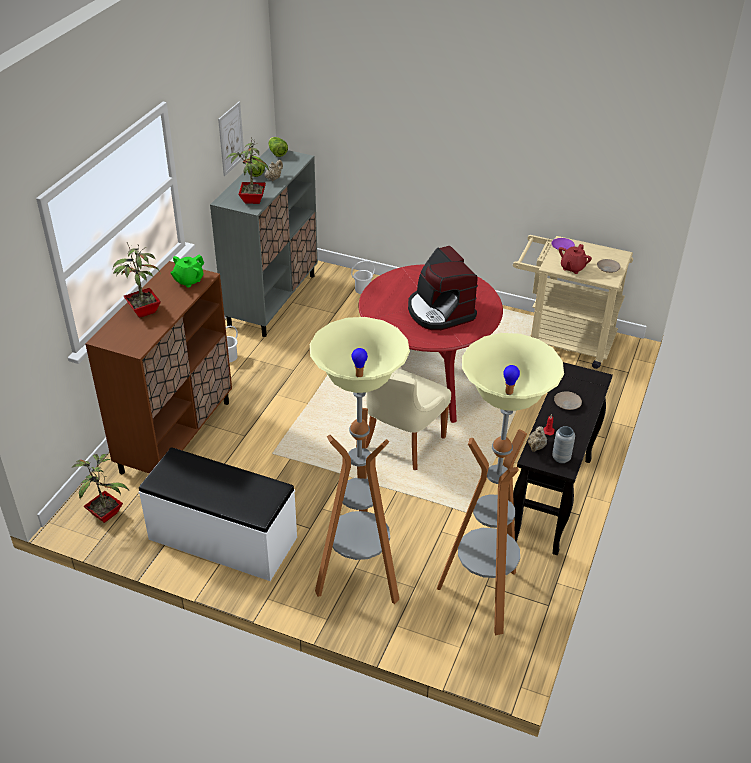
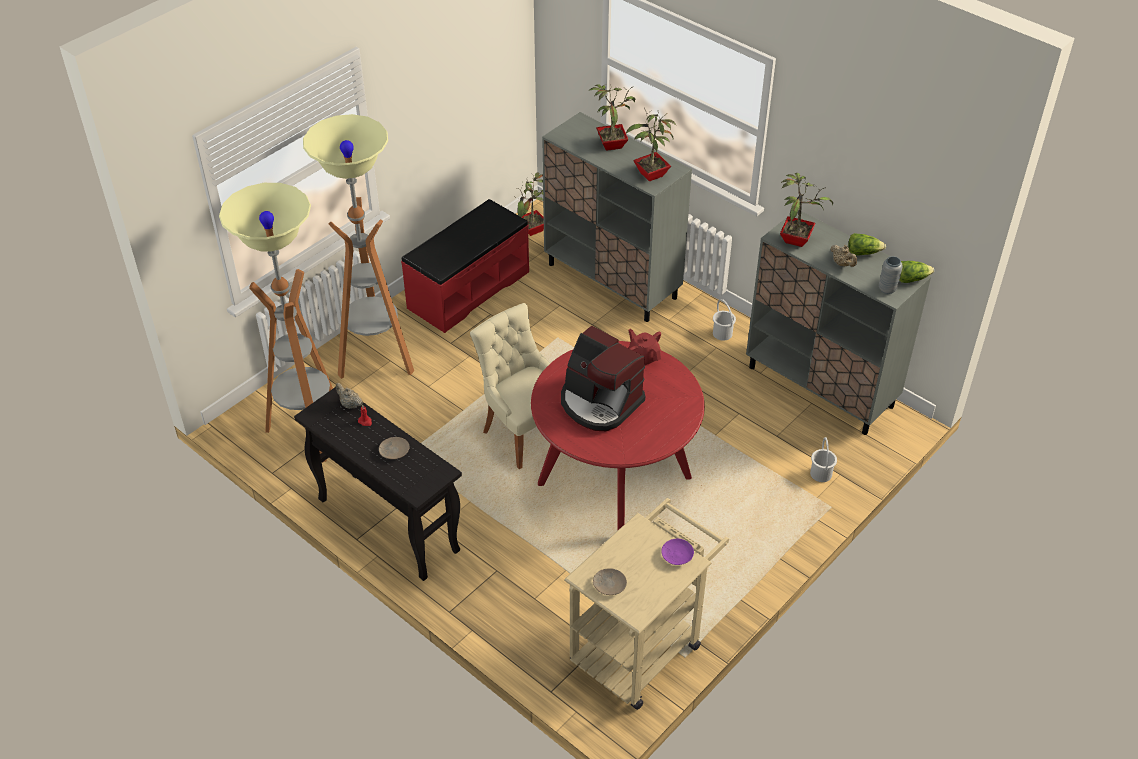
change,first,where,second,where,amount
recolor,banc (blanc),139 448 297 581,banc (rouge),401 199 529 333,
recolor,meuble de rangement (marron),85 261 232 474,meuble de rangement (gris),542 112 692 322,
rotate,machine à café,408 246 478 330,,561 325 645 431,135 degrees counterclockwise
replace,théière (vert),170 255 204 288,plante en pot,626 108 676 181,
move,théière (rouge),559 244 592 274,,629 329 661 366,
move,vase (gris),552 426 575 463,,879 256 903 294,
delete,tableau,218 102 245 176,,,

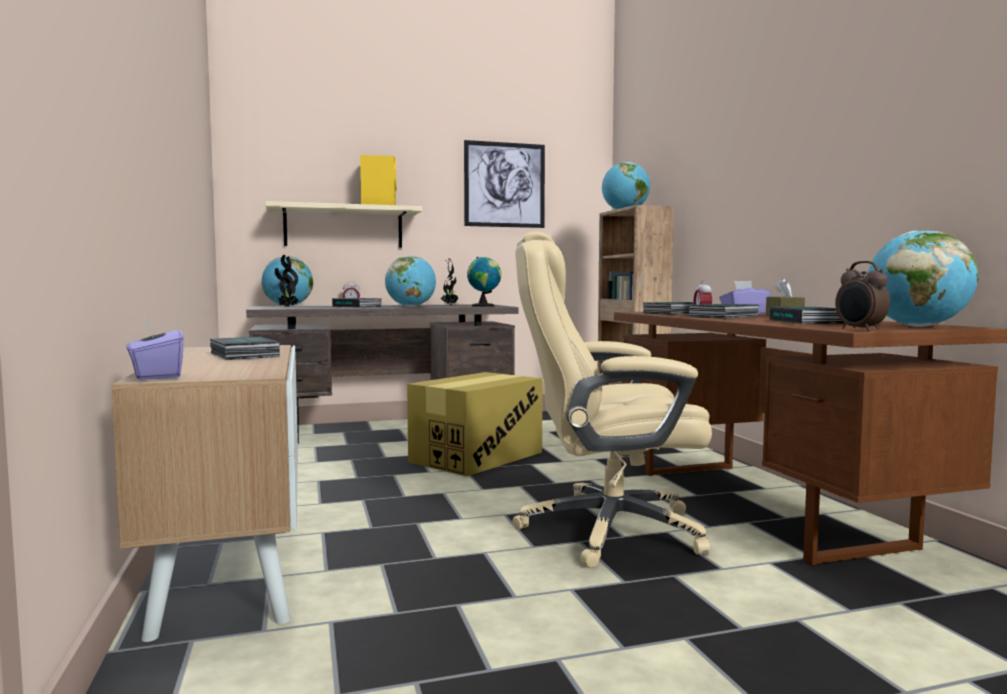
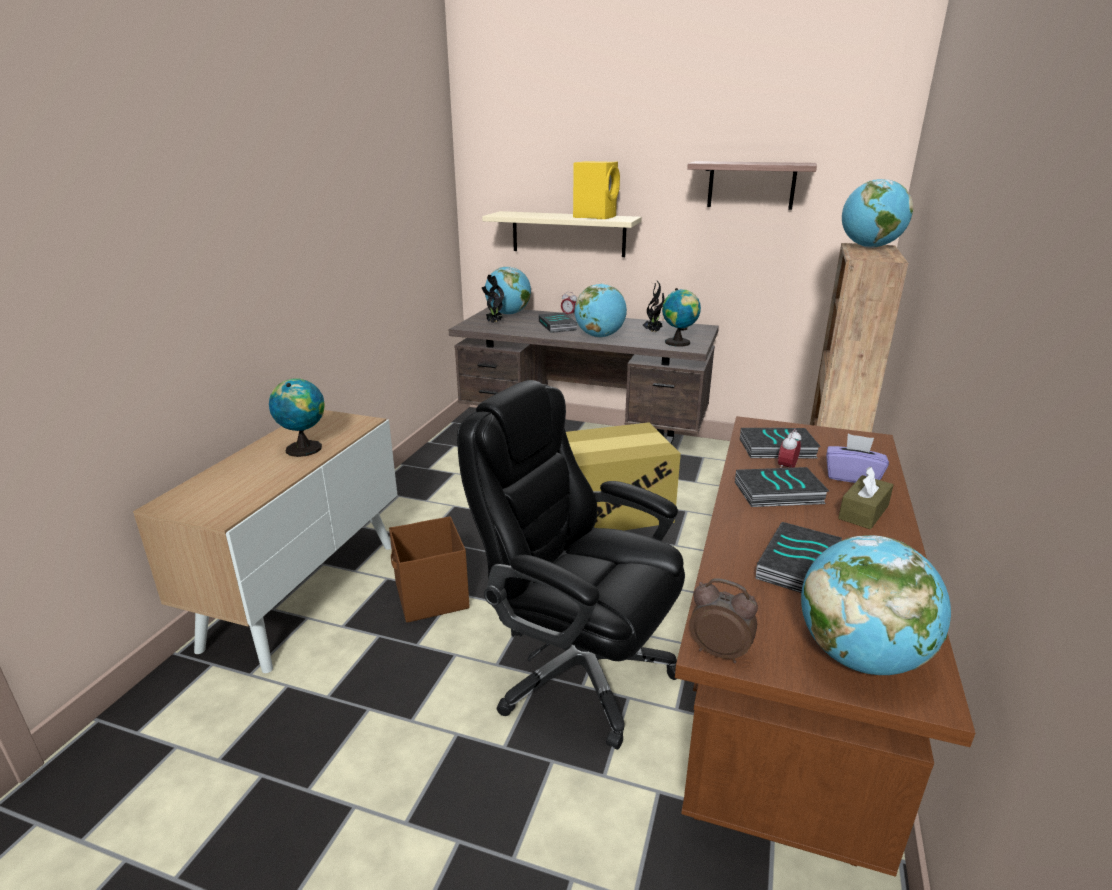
change,first,where,second,where,amount
replace,livre,210 337 280 360,globe,269 378 325 457,
insert,,,boîte de rangement (marron),389 516 469 623,
recolor,chaise de bureau (beige),512 231 712 568,chaise de bureau (noir),457 380 685 750,
replace,tableau,464 140 545 228,étagère,687 161 817 210,
rotate,réveil,835 261 890 331,,689 578 758 663,105 degrees clockwise
delete,boîte à mouchoirs (violet),126 317 184 380,,,

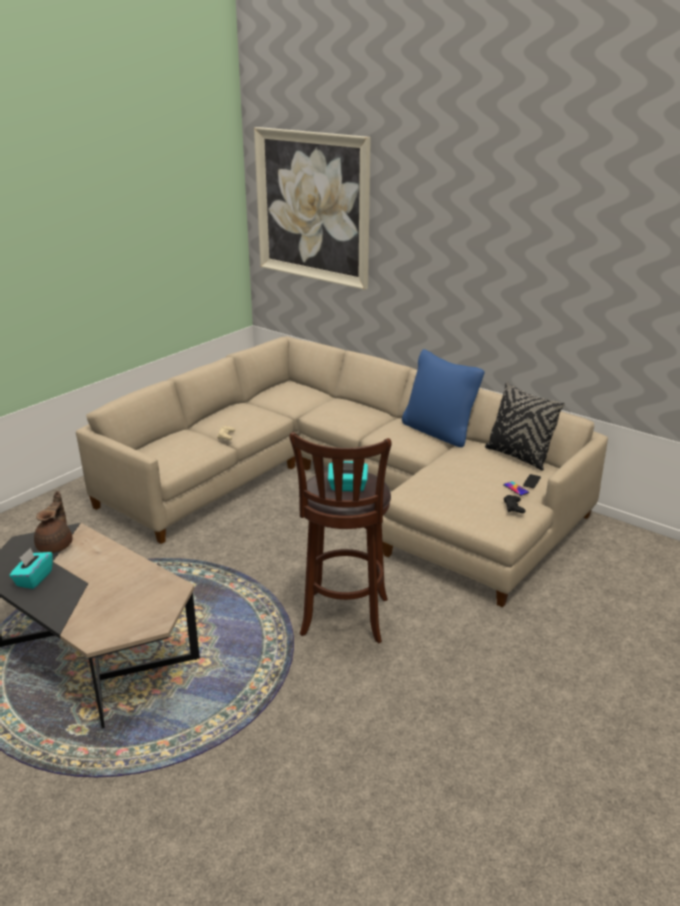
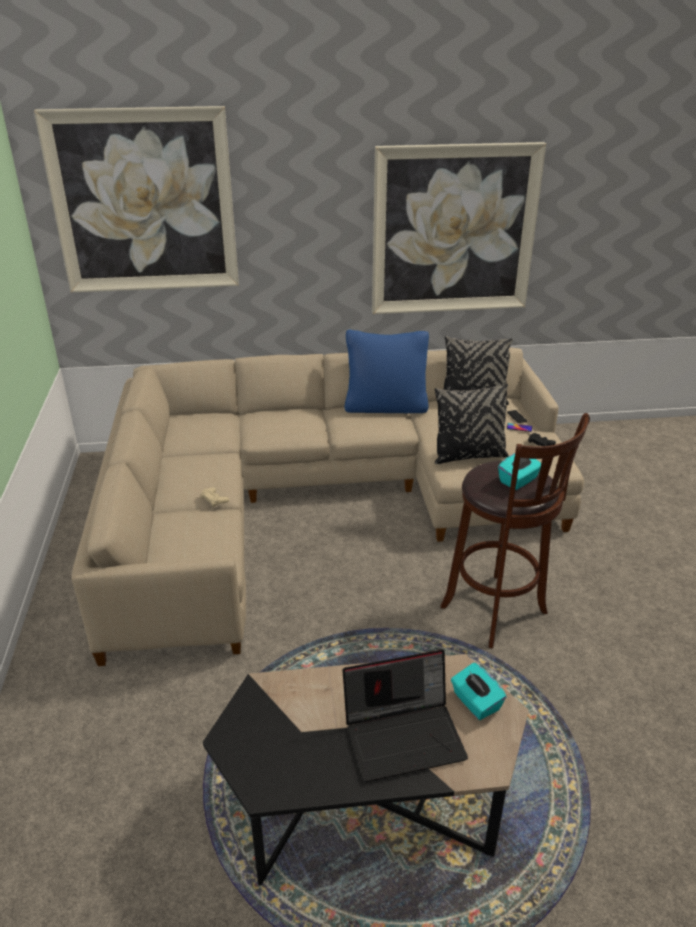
change,first,where,second,where,amount
insert,,,ordinateur portable,343 650 468 782,
insert,,,tableau,372 142 546 314,
insert,,,coussin (noir),435 384 509 464,
move,boîte à mouchoirs (turquoise),10 548 53 589,,451 663 507 720,
delete,théière (marron),34 491 72 553,,,

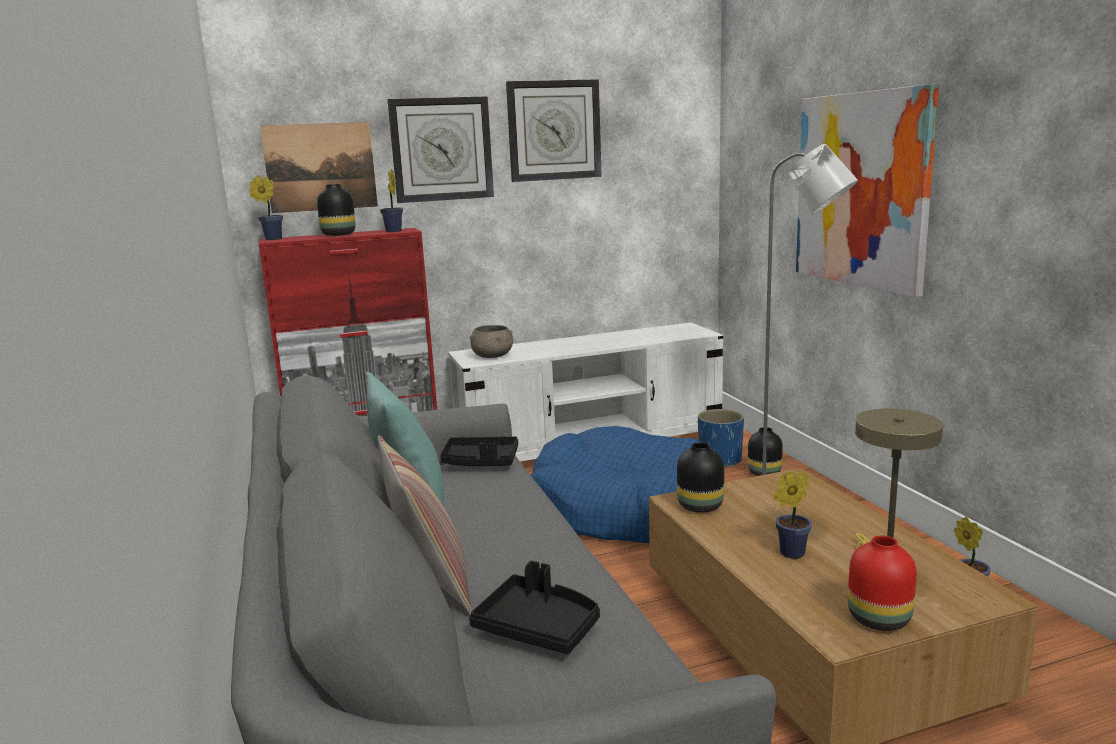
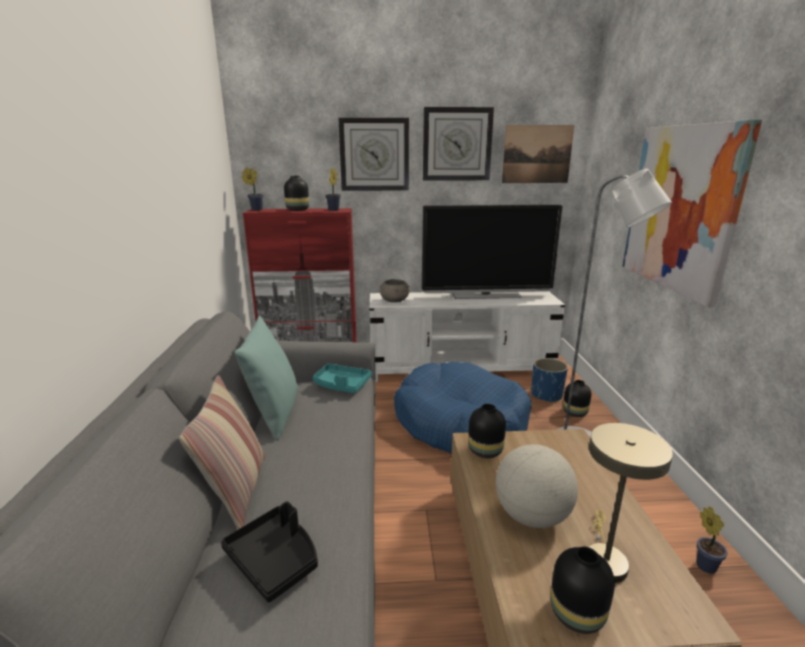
change,first,where,second,where,amount
recolor,plateau (noir),440 436 518 466,plateau (turquoise),313 363 372 393,
insert,,,téléviseur,422 205 563 299,
replace,plante en pot,774 471 812 559,globe,496 444 578 528,
move,tableau,260 122 378 213,,502 125 574 183,
recolor,vase (rouge),848 535 917 631,vase (noir),550 547 615 634,

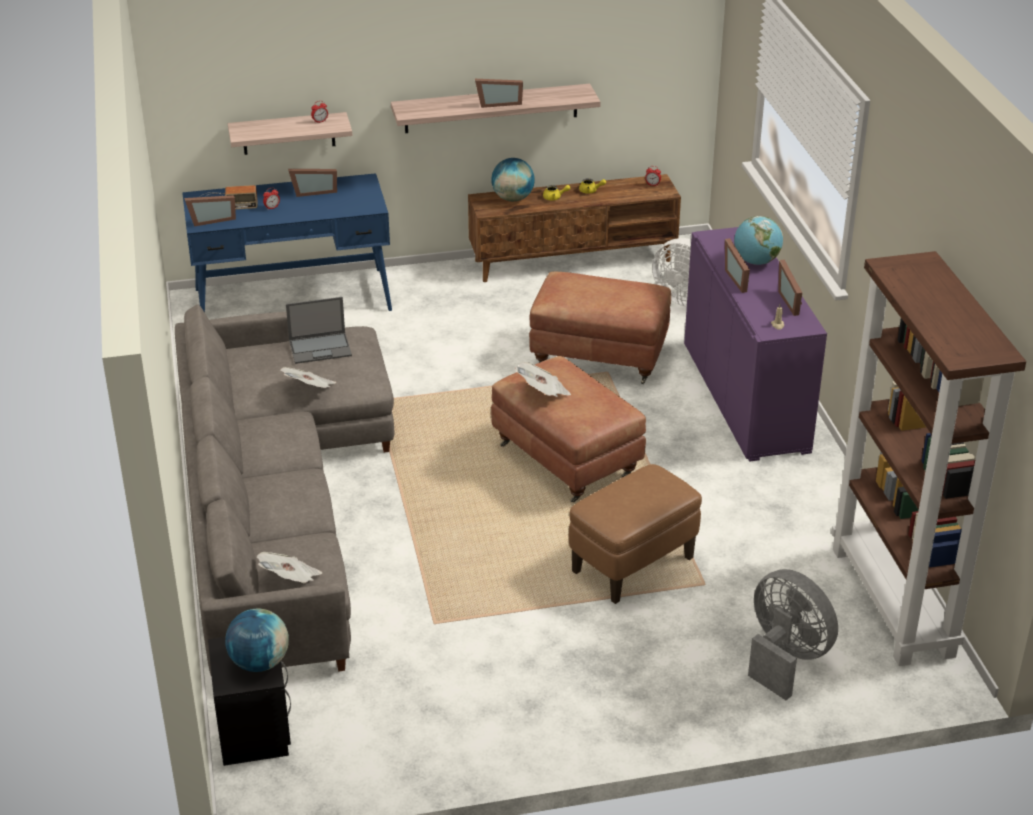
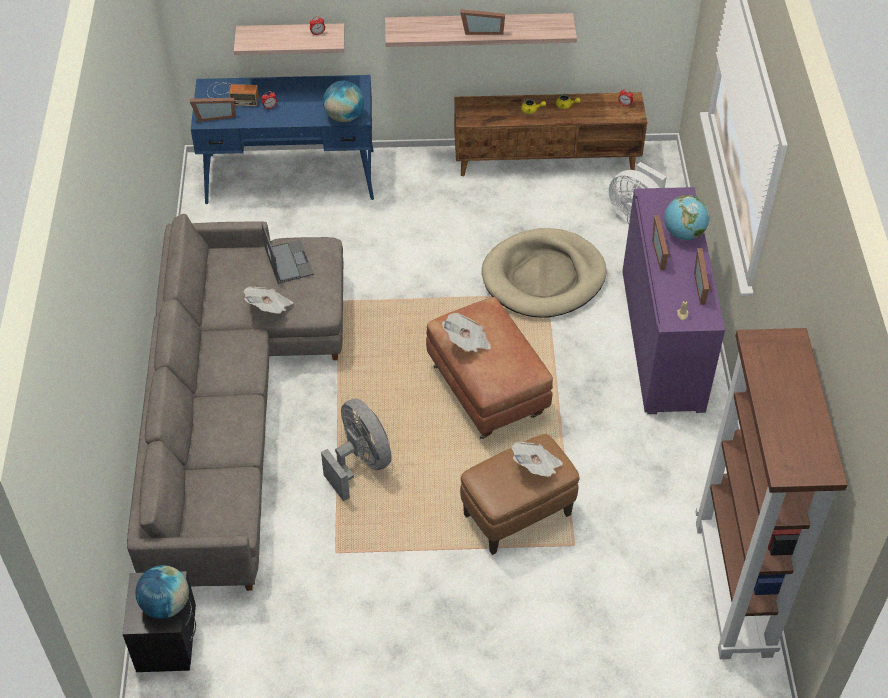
change,first,where,second,where,amount
rotate,ordinateur portable,286 297 352 364,,261 222 314 284,105 degrees counterclockwise
move,ventilateur (gris),748 569 838 700,,321 398 392 501,
move,globe,491 158 535 201,,323 81 364 122,
replace,pouf (marron),529 272 671 384,panier pour chien (beige),482 228 607 318,
move,journal,256 552 322 583,,511 442 563 477,
delete,cadre photo,288 169 337 197,,,

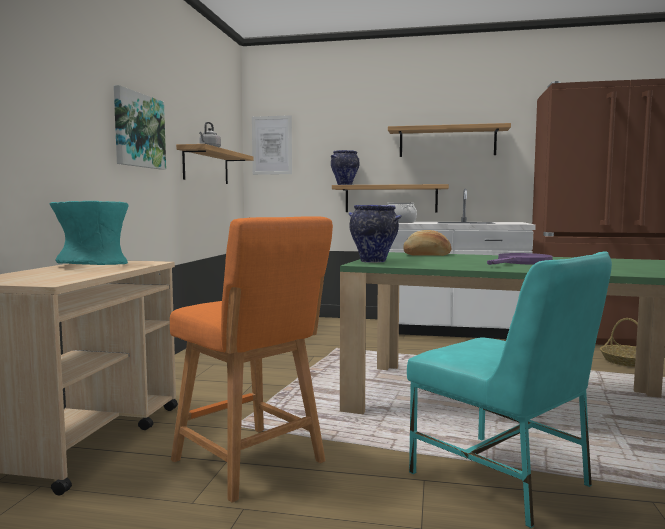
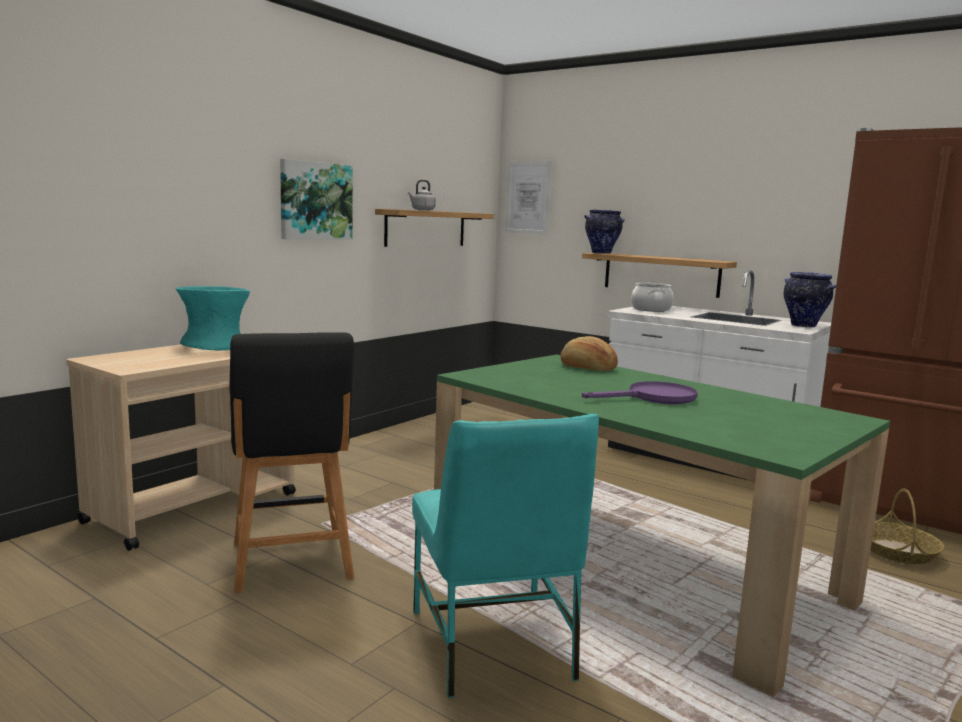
change,first,where,second,where,amount
recolor,tabouret (orange),170 216 333 503,tabouret (noir),230 332 354 593,
move,vase,349 205 402 263,,784 272 836 327,
delete,étagère,388 123 511 157,,,

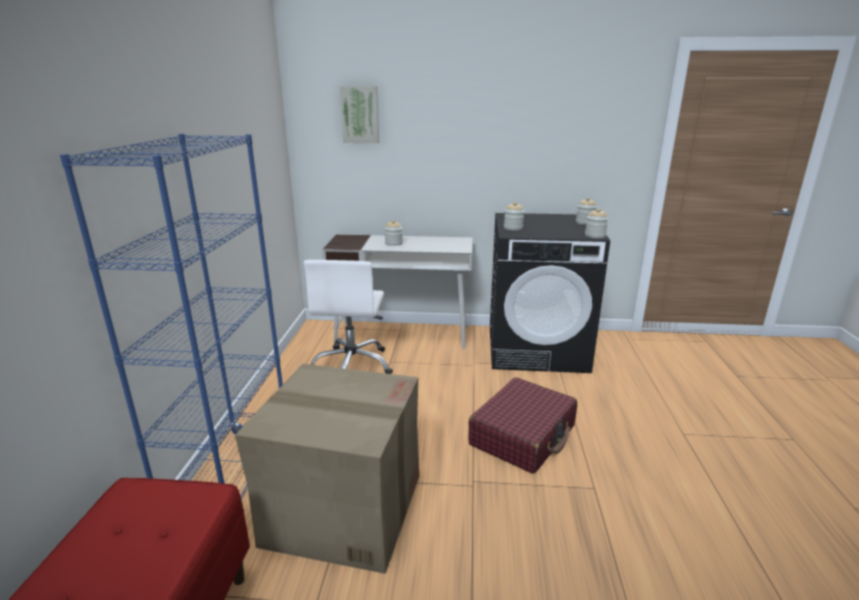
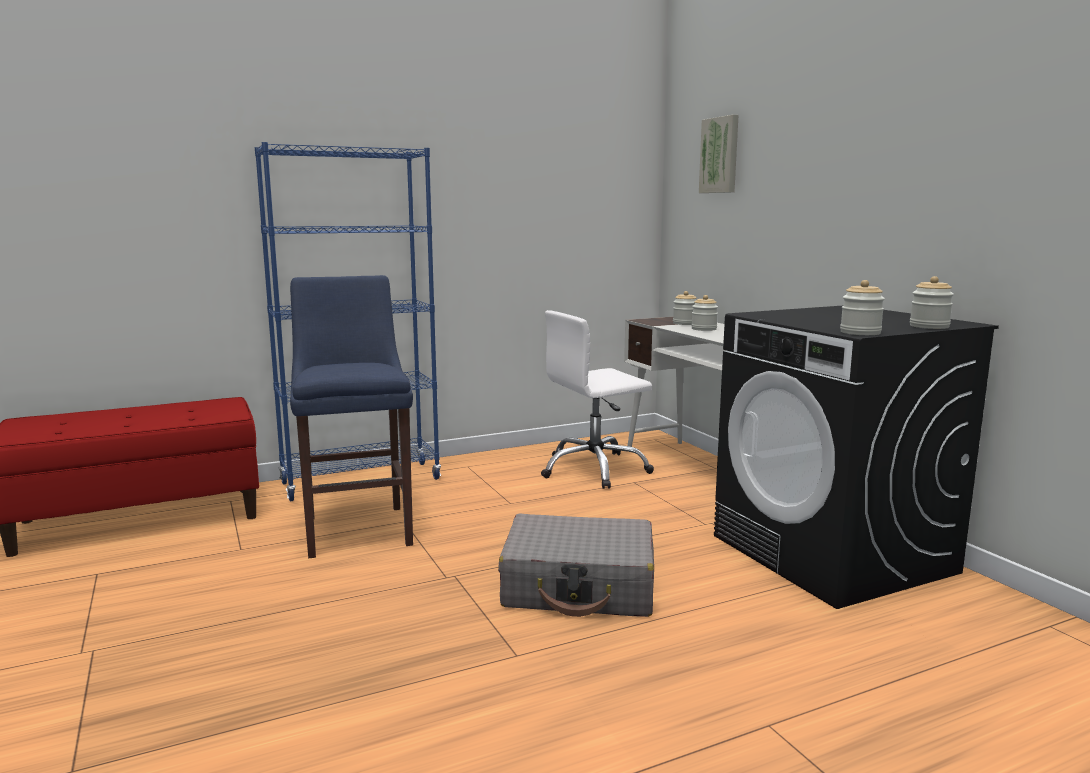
change,first,where,second,where,amount
replace,carton,235 364 419 574,tabouret (bleu),290 275 413 558,
recolor,valise (rouge),468 377 577 474,valise (gris),498 514 654 617,
move,bocal,504 202 524 230,,673 291 697 325,

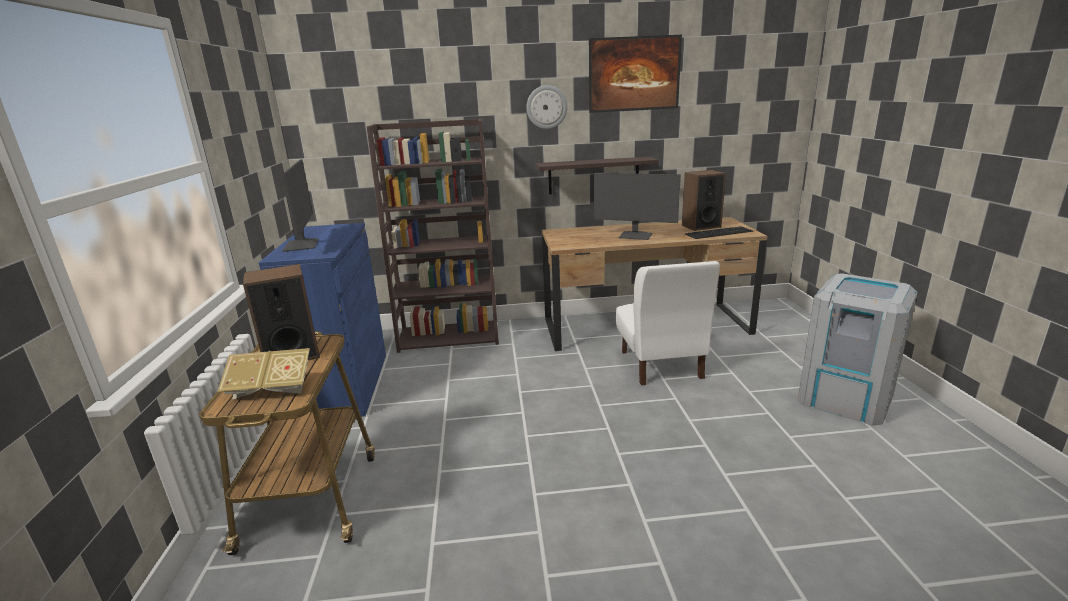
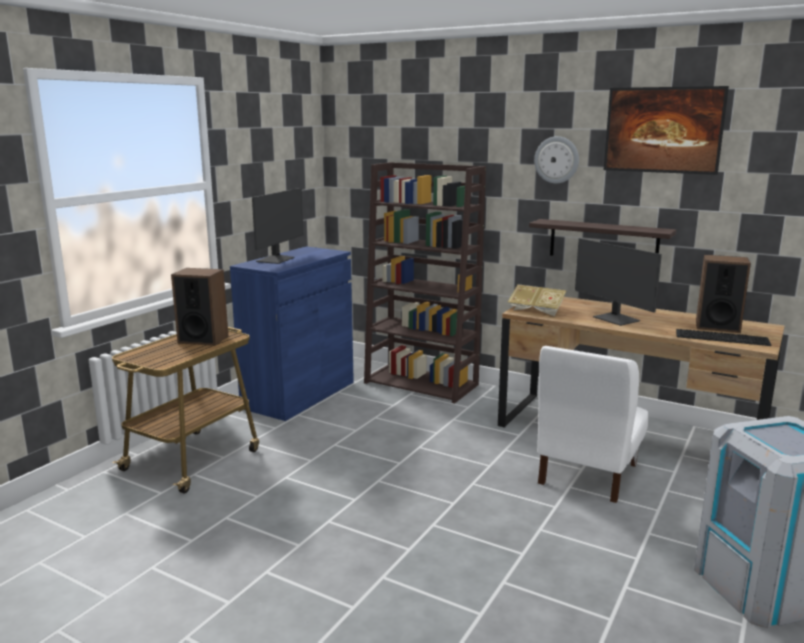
change,first,where,second,where,amount
move,livre,217 348 310 399,,508 284 566 317,

